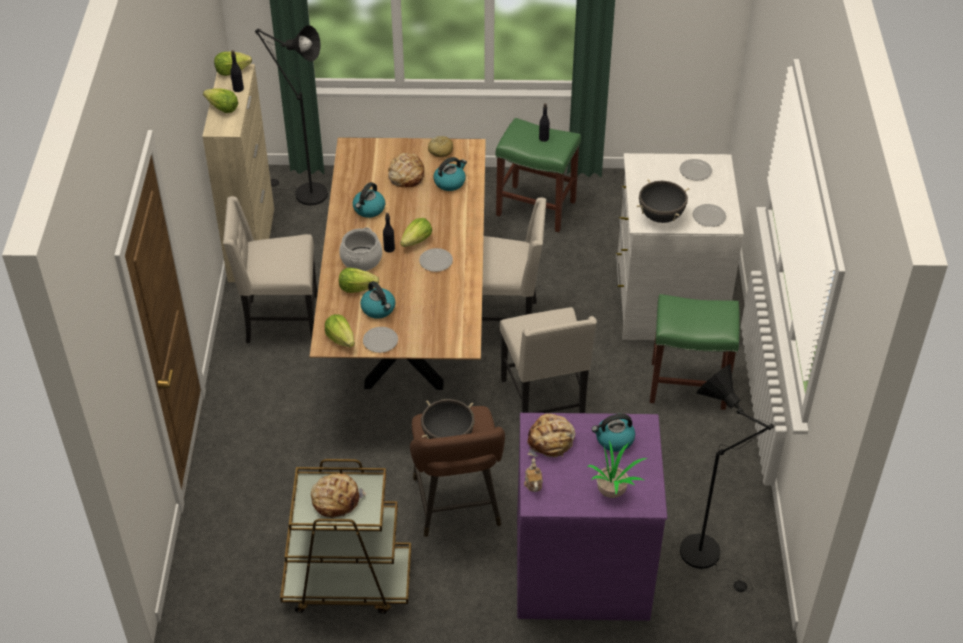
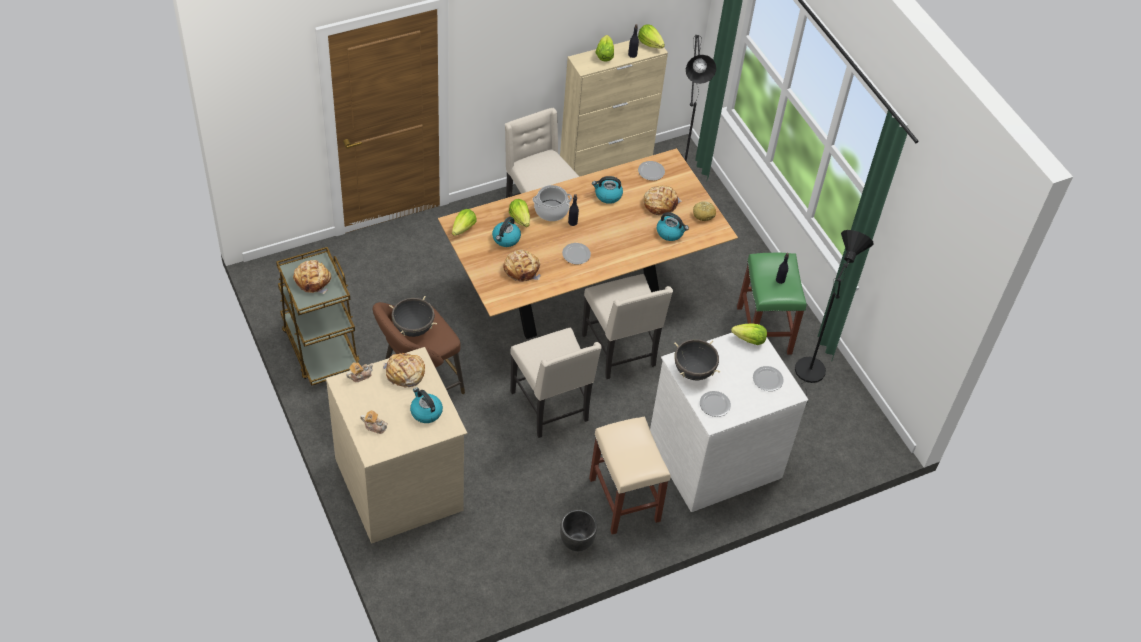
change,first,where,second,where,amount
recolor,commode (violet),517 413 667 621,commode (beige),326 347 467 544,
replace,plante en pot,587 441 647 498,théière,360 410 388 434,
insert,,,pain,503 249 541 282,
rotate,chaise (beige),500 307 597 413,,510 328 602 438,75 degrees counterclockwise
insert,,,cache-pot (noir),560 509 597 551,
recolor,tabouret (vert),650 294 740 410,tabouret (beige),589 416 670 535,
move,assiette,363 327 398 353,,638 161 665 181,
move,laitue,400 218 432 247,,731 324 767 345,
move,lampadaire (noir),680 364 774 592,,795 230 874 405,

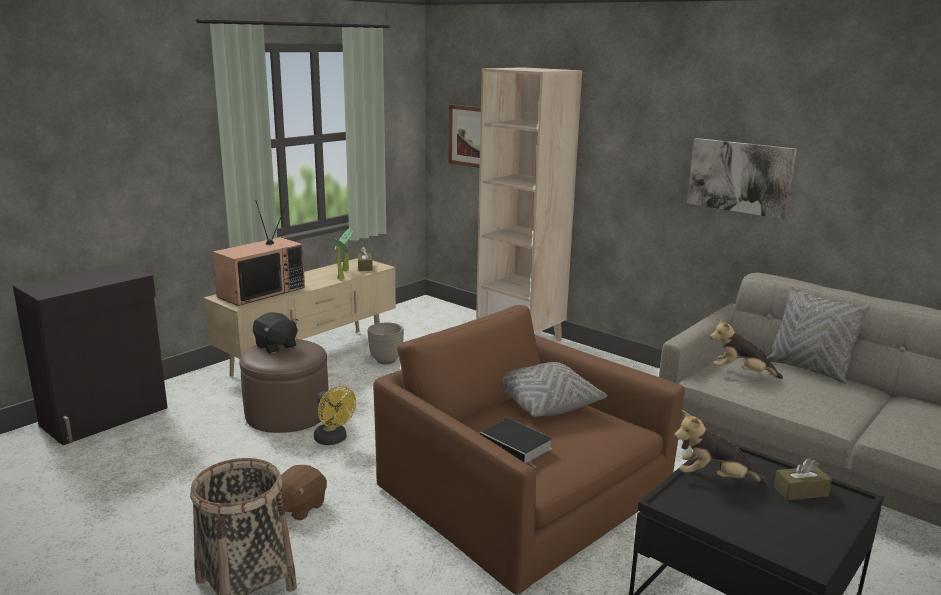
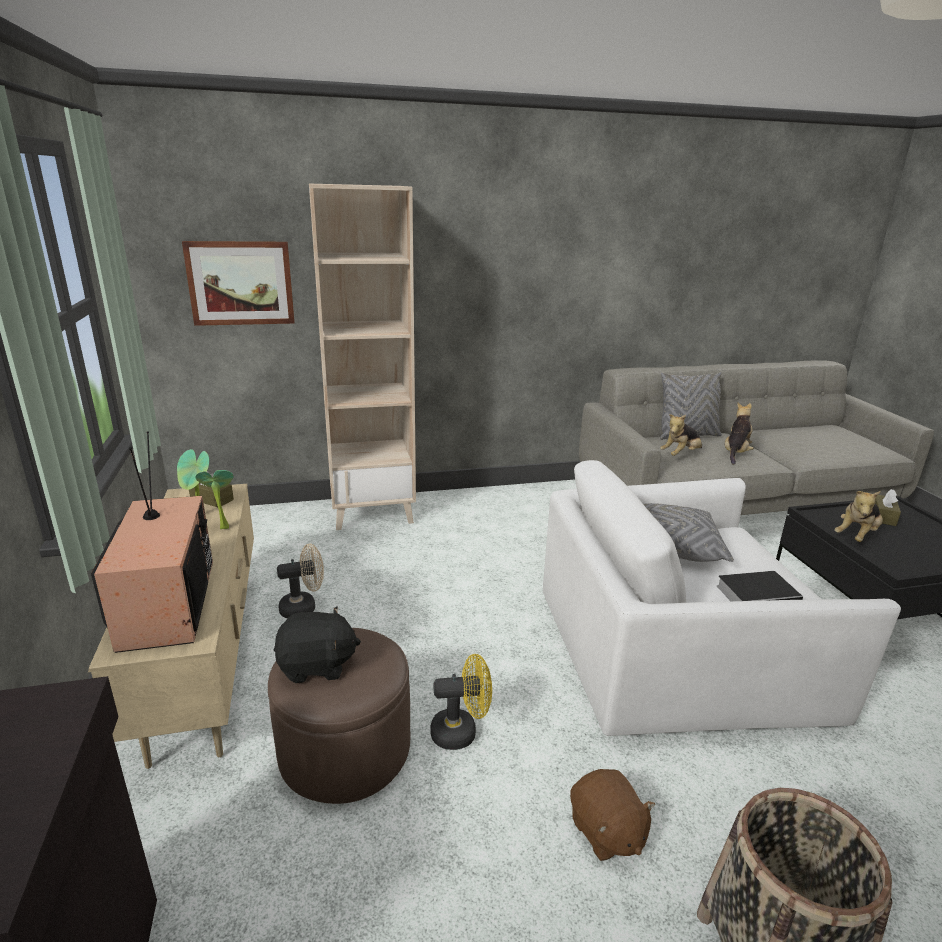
change,first,where,second,where,amount
replace,cache-pot,368 323 404 364,ventilateur (beige),277 544 324 618,
recolor,fauteuil (marron),373 305 685 595,fauteuil (blanc),543 460 901 736,
insert,,,peluche,725 403 754 465,
delete,tableau,687 138 797 219,,,

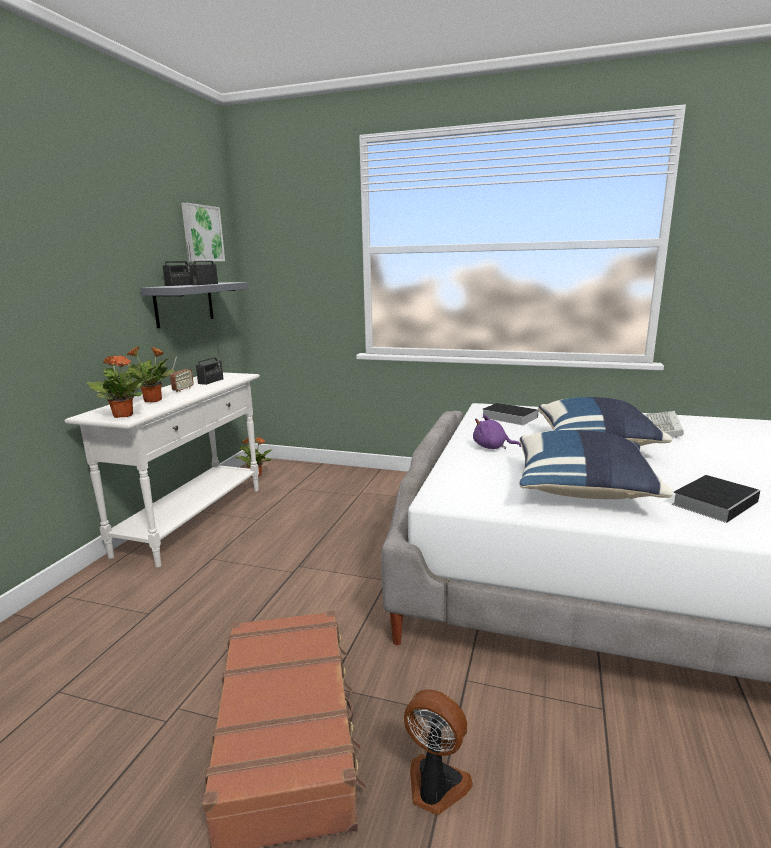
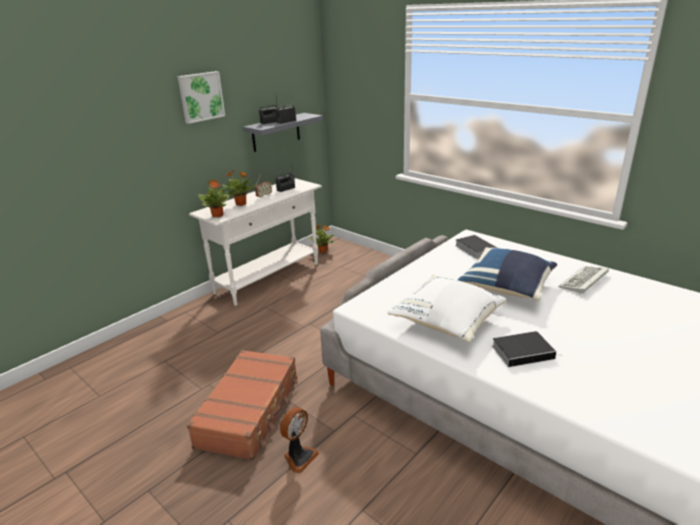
change,first,where,second,where,amount
move,tableau,181 203 225 262,,178 71 225 124,
rotate,ventilateur,404 689 473 815,,280 407 319 473,75 degrees clockwise
recolor,coussin (bleu),519 430 673 499,coussin (blanc),388 275 506 342,
delete,peluche (violet),473 415 521 449,,,

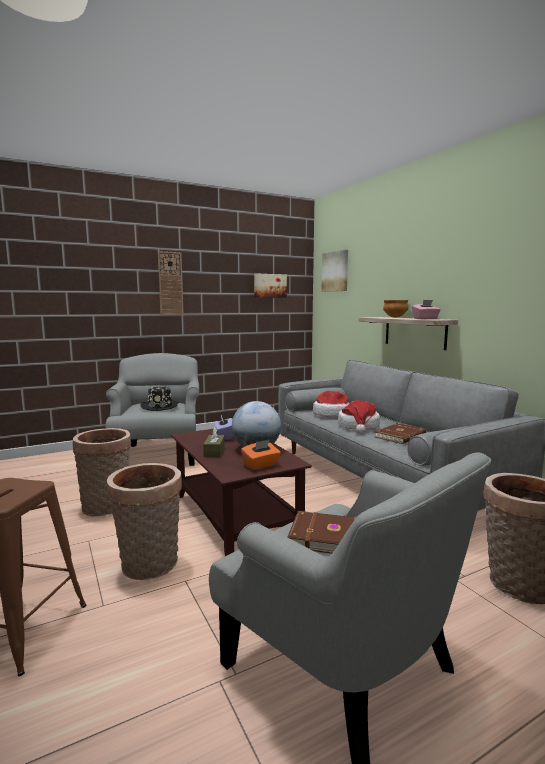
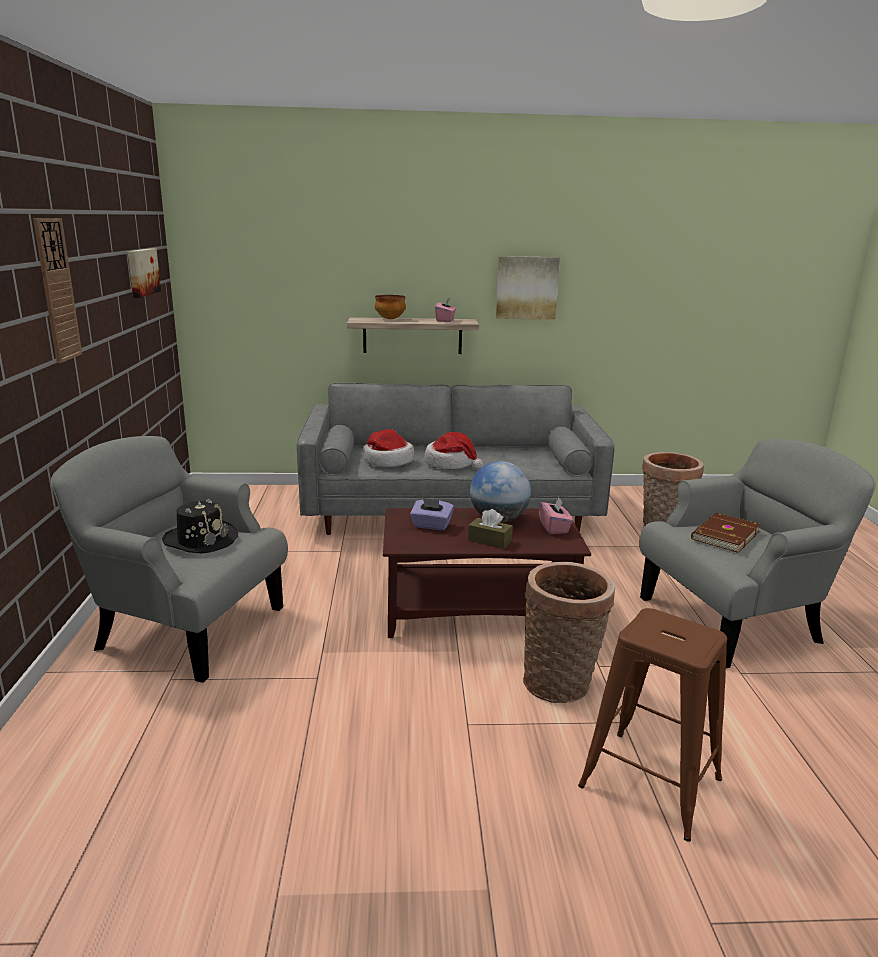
change,first,where,second,where,amount
move,tableau,321 250 348 292,,496 256 560 320,
recolor,boîte à mouchoirs (orange),241 440 281 470,boîte à mouchoirs (rose),539 497 573 534,
delete,panier,73 428 131 516,,,
delete,livre (marron),375 423 426 444,,,

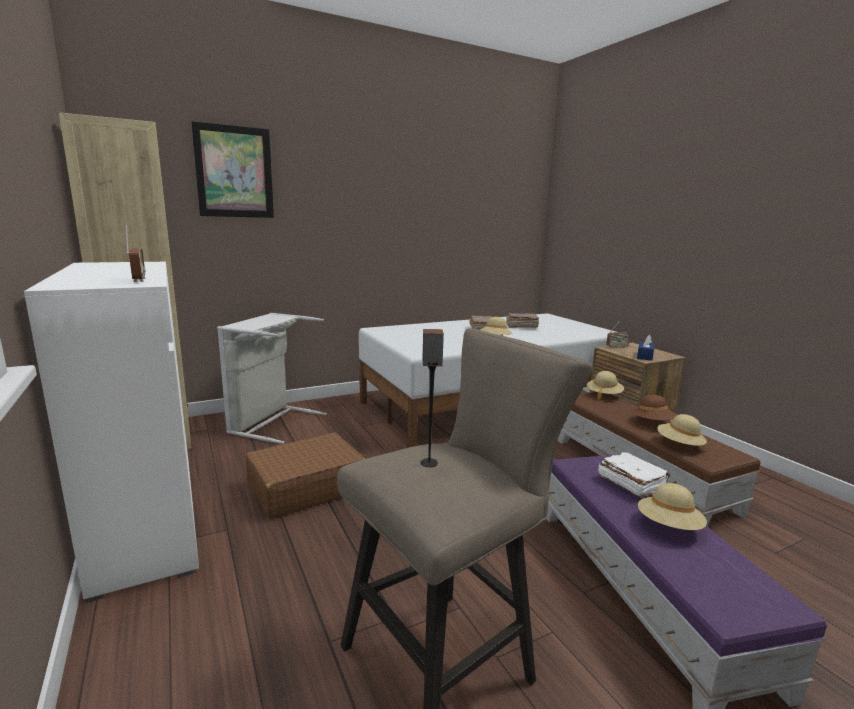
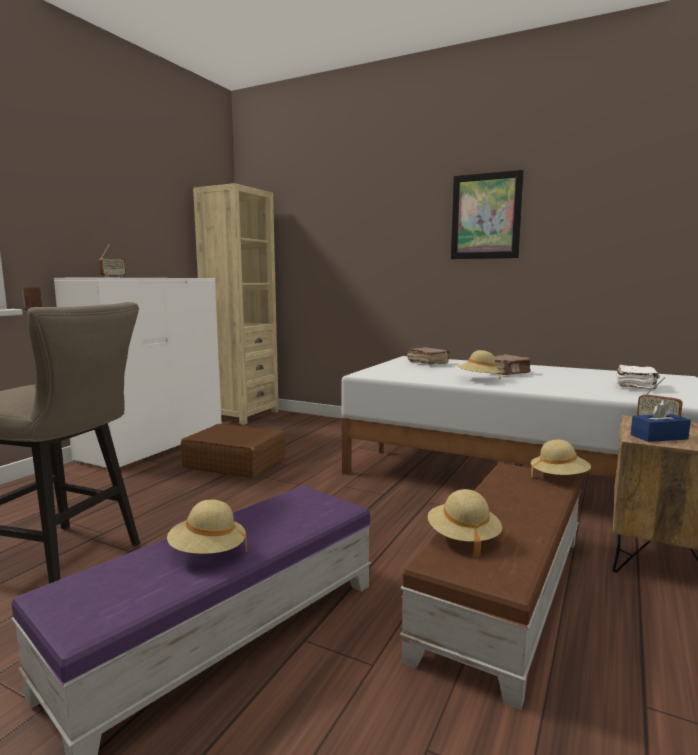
change,first,where,second,where,amount
move,livre (marron),506 313 539 328,,407 347 451 365,
move,tableau,191 121 274 218,,451 170 524 259,
move,livre (blanc),599 452 671 498,,616 365 660 390,
delete,panier à linge (gris),217 313 327 444,,,
delete,chapeau (marron),632 395 677 420,,,

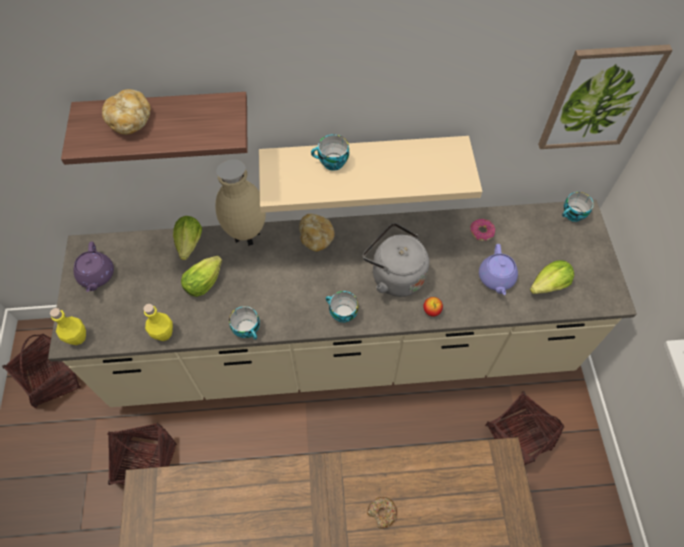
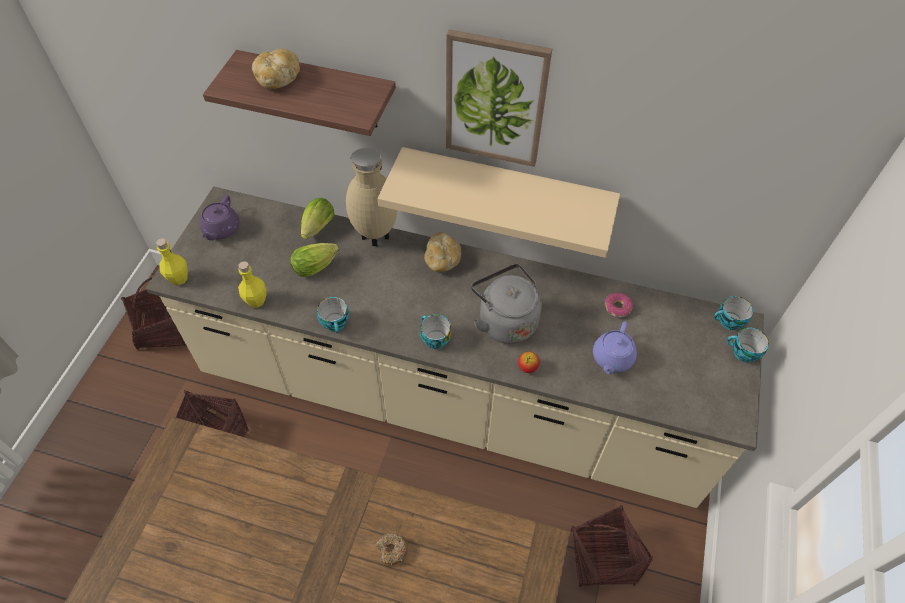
change,first,where,second,where,amount
move,tableau,538 45 673 149,,446 29 552 167,
move,tasse,311 134 349 171,,727 327 769 362,
delete,laitue,530 260 574 294,,,

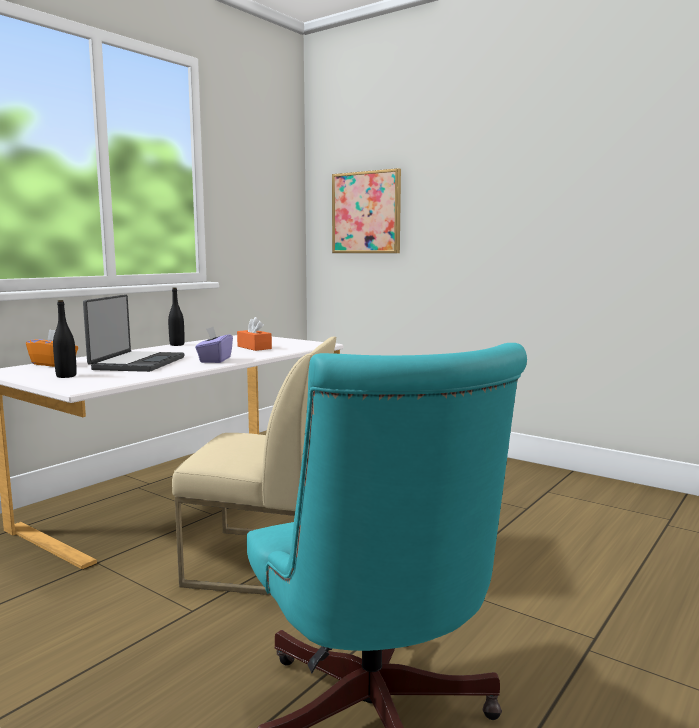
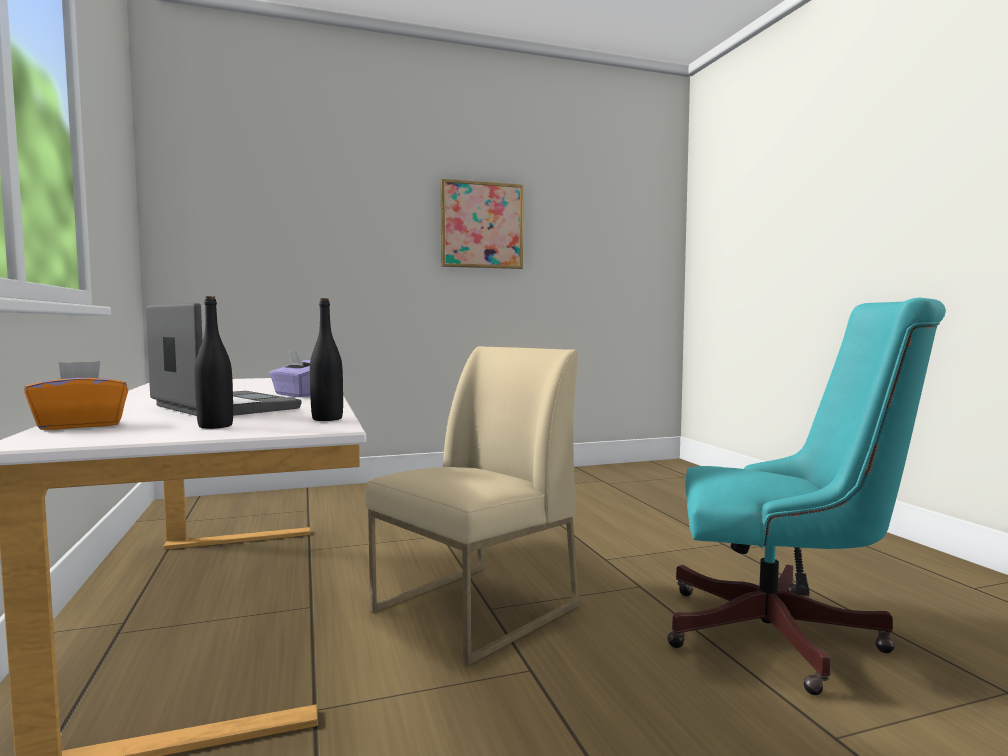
change,first,where,second,where,amount
move,bouteille (noir),168 287 185 346,,310 298 343 421,
move,tableau,332 168 401 253,,440 179 523 269,
delete,boîte à mouchoirs (orange),237 317 272 351,,,

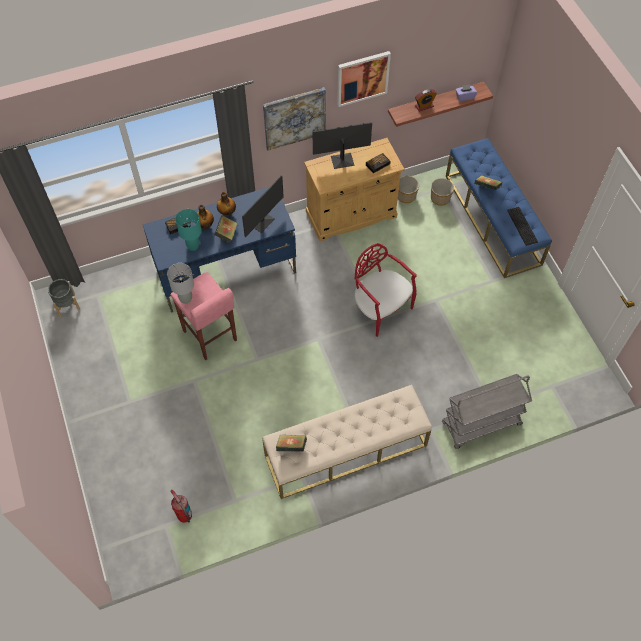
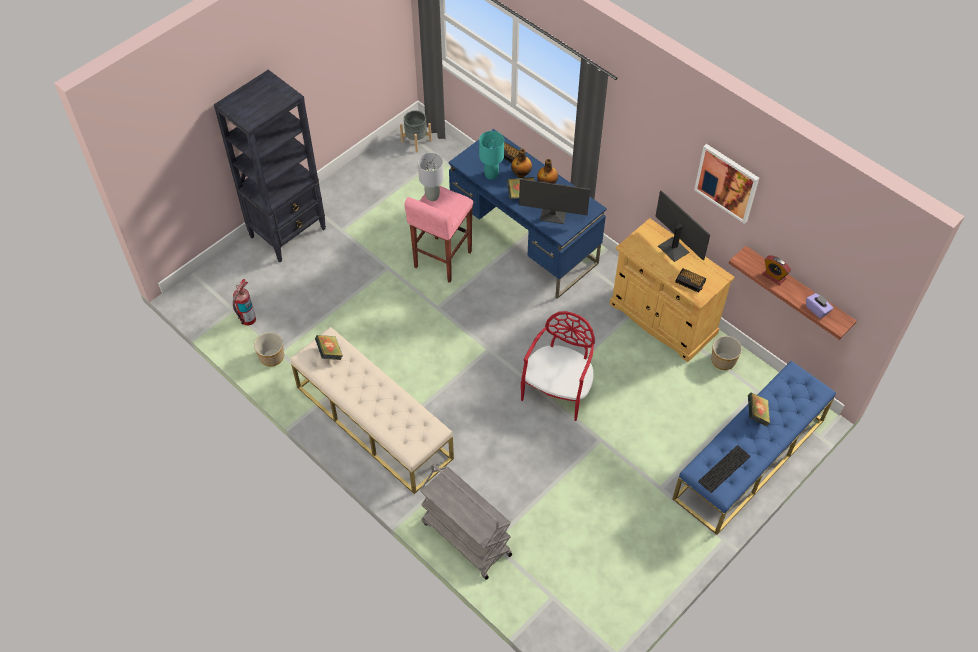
change,first,where,second,where,amount
insert,,,bibliothèque (noir),214 70 326 262,
move,cache-pot,431 178 454 206,,254 332 284 367,
delete,tableau,263 87 326 151,,,

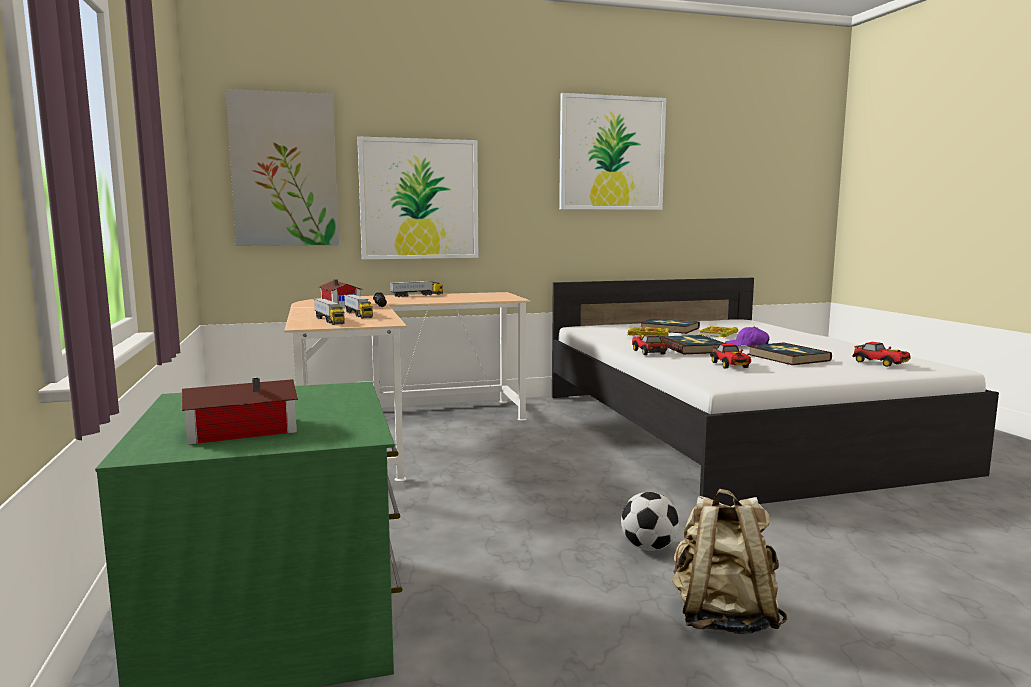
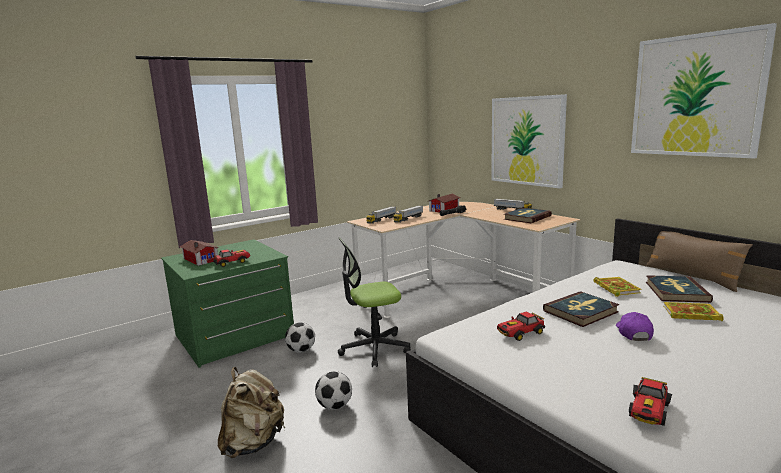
change,first,where,second,where,amount
move,petite voiture,632 335 668 355,,214 249 250 267,
insert,,,ballon de foot,285 322 315 353,
insert,,,chaise de bureau,338 237 411 367,
move,livre,747 342 832 365,,503 208 552 223,
insert,,,coussin (marron),646 231 753 292,
delete,tableau,226 89 339 246,,,

